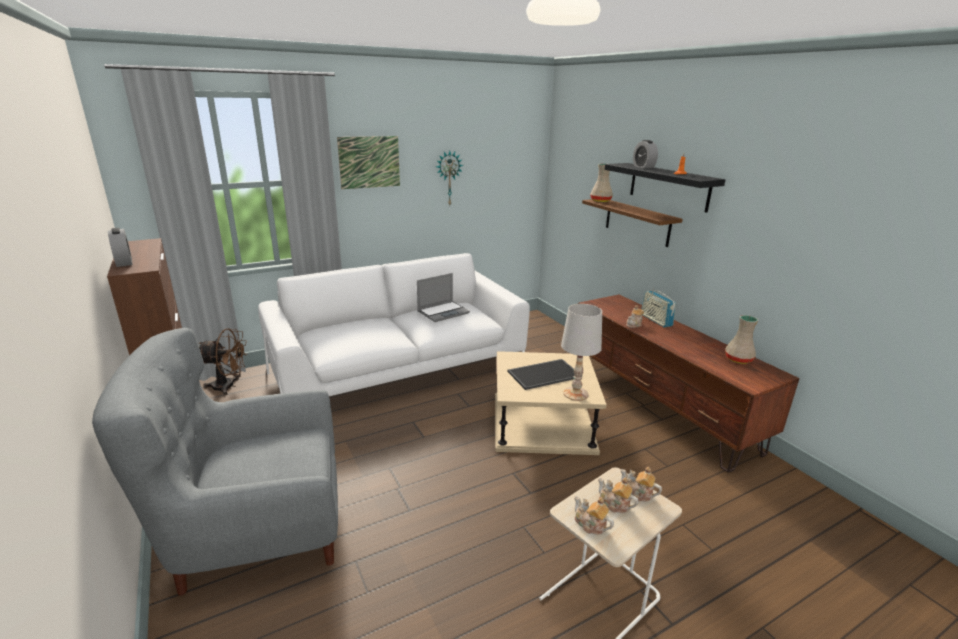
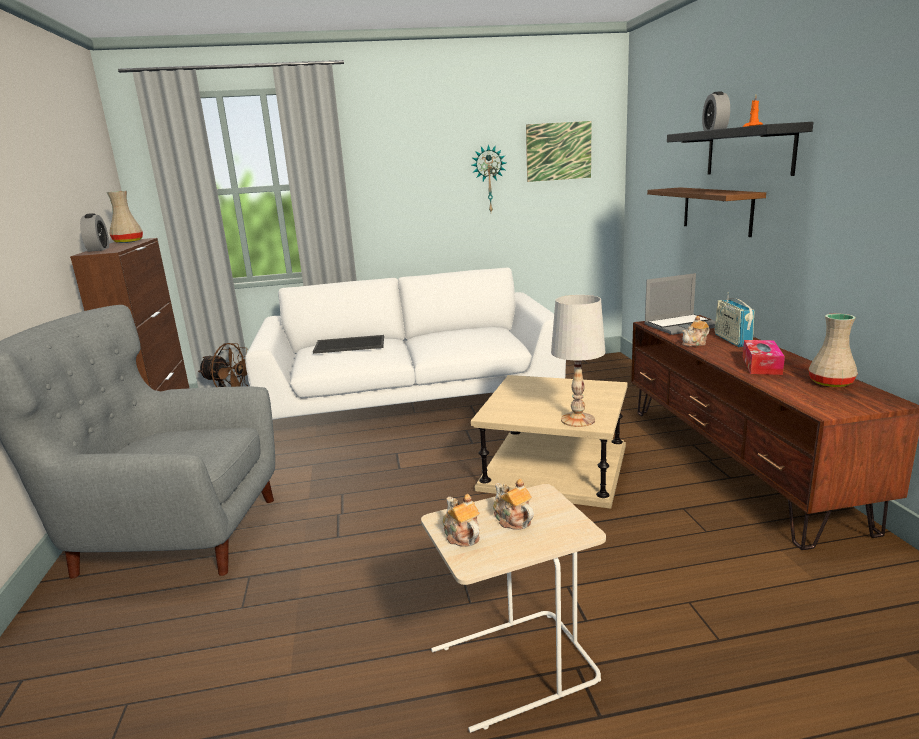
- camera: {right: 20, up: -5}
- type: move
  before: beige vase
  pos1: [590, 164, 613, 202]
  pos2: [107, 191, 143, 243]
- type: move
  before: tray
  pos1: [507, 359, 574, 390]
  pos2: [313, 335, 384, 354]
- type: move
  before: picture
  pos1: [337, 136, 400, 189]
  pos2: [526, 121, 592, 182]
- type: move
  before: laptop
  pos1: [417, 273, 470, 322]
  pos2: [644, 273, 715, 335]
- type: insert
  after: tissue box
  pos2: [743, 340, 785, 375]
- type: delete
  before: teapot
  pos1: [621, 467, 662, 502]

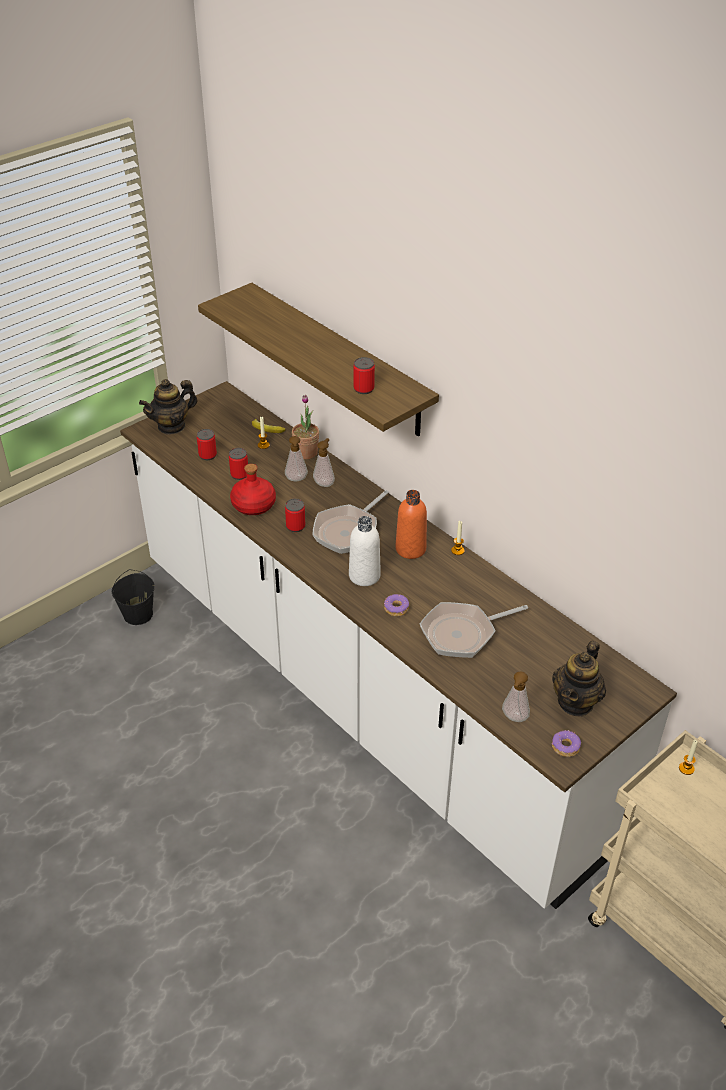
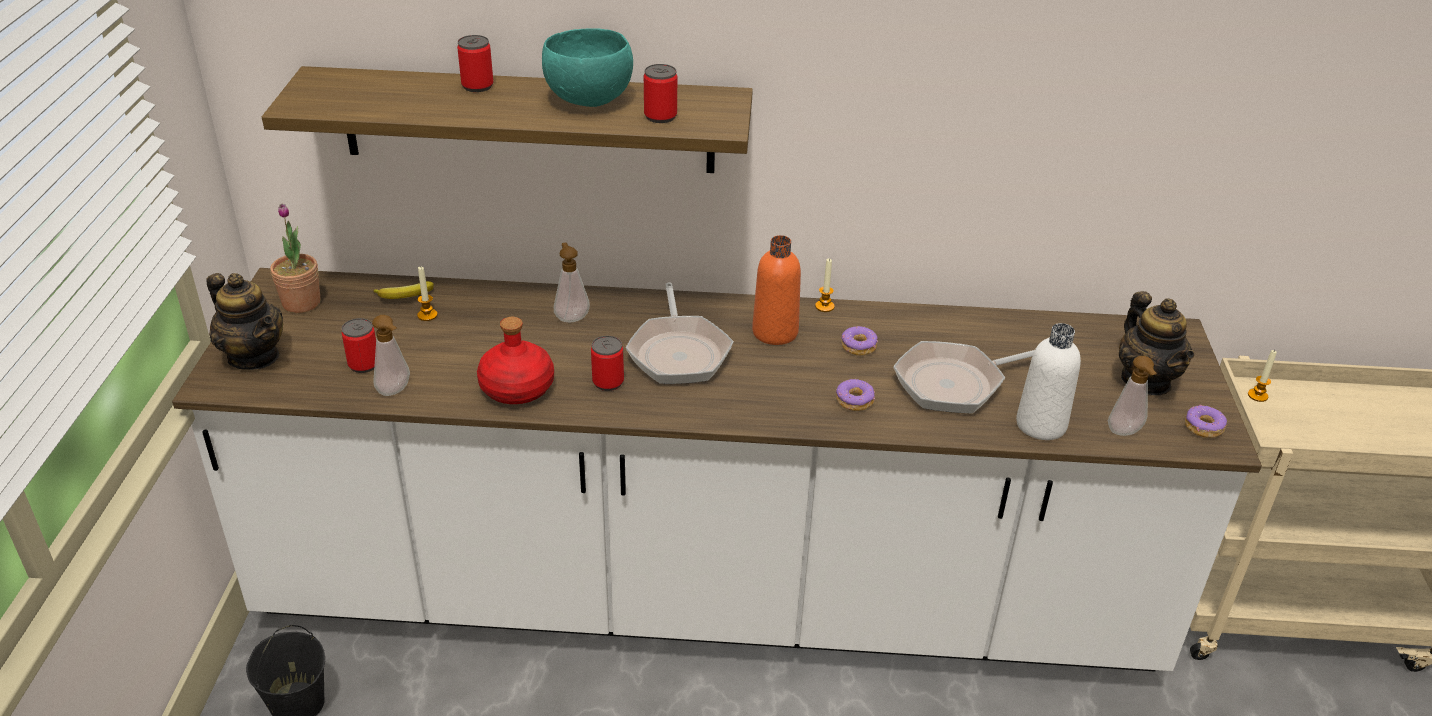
- camera: {right: -45, up: -5}
- type: rotate
  before: teapot
  pos1: [139, 379, 197, 435]
  pos2: [207, 273, 283, 370]
  turn: -60
- type: move
  before: potted plant
  pos1: [292, 395, 319, 459]
  pos2: [270, 204, 320, 313]
- type: move
  before: soap dispenser
  pos1: [285, 436, 308, 481]
  pos2: [372, 315, 410, 396]
- type: move
  before: can
  pos1: [229, 448, 248, 480]
  pos2: [457, 35, 493, 92]
- type: insert
  after: turquoise bowl
  pos2: [542, 28, 633, 107]
- type: insert
  after: donut
  pos2: [841, 326, 878, 355]
- type: rotate
  before: frying pan
  pos1: [420, 602, 528, 658]
  pos2: [893, 341, 1035, 414]
  turn: 45
- type: move
  before: white bottle
  pos1: [349, 516, 381, 586]
  pos2: [1016, 323, 1081, 440]

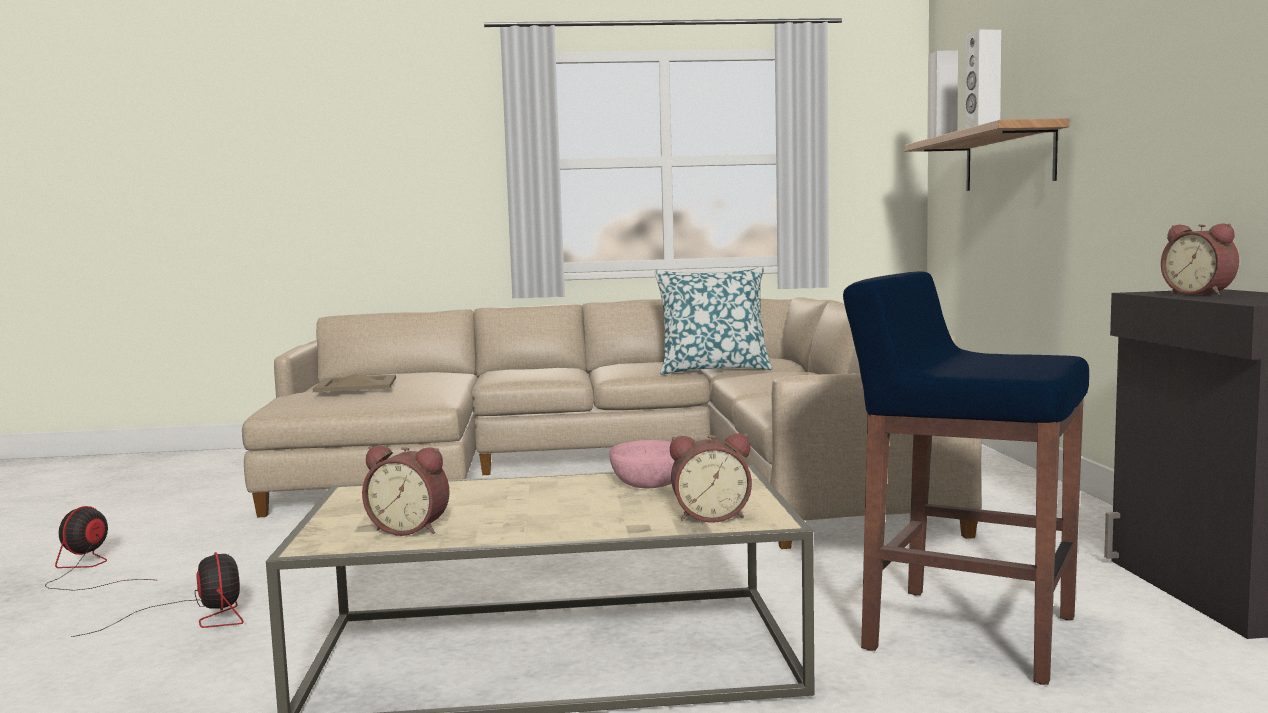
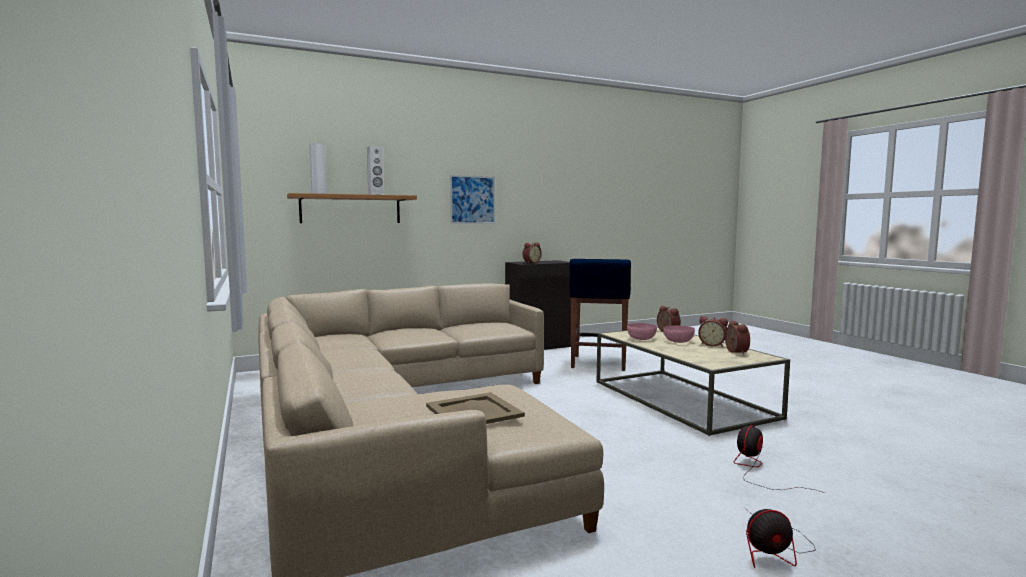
- camera: {right: -110, up: 0}
- type: insert
  after: picture
  pos2: [450, 175, 495, 224]
- type: insert
  after: pink bowl
  pos2: [663, 325, 695, 343]
- type: insert
  after: alarm clock
  pos2: [698, 316, 728, 347]
- type: delete
  before: pillow
  pos1: [655, 267, 772, 375]

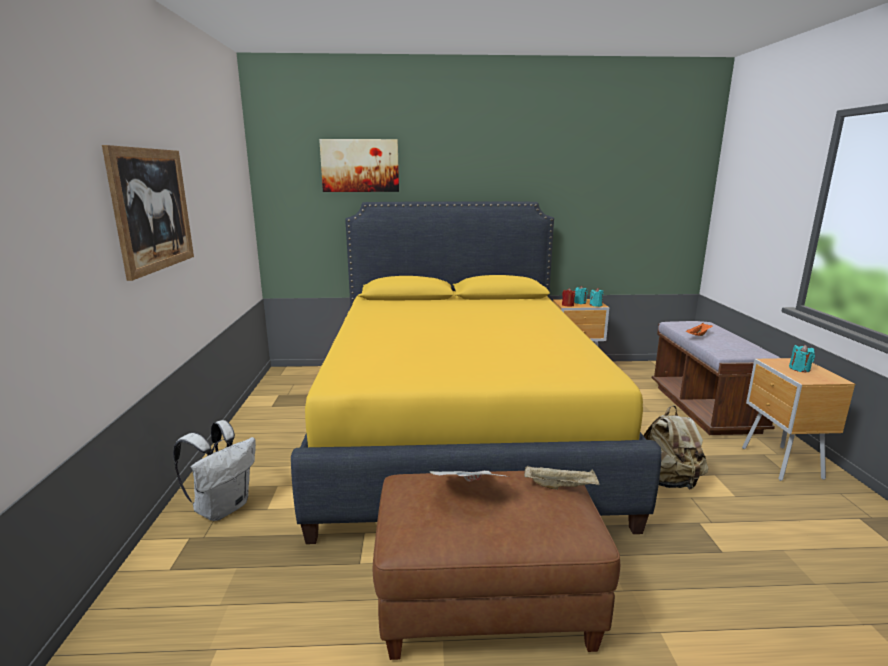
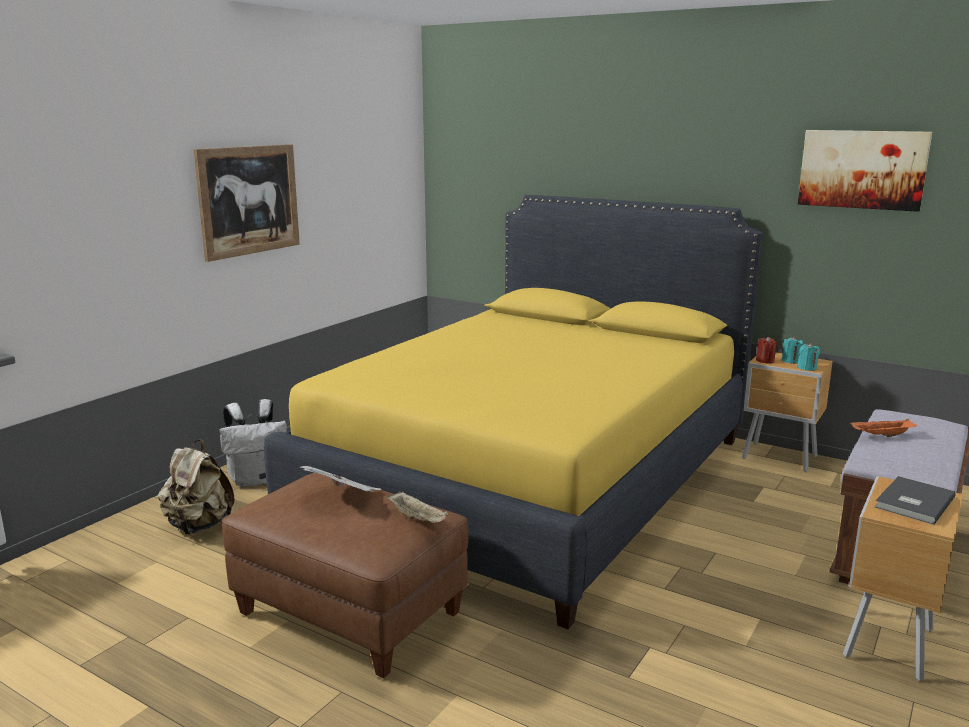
- camera: {right: 35, up: 0}
- type: move
  before: beige backpack
  pos1: [644, 405, 708, 490]
  pos2: [158, 440, 235, 534]
- type: move
  before: picture
  pos1: [319, 139, 399, 192]
  pos2: [798, 130, 932, 212]
- type: replace
  before: turquoise candle
  after: grey book
  pos1: [789, 345, 815, 372]
  pos2: [875, 476, 956, 525]

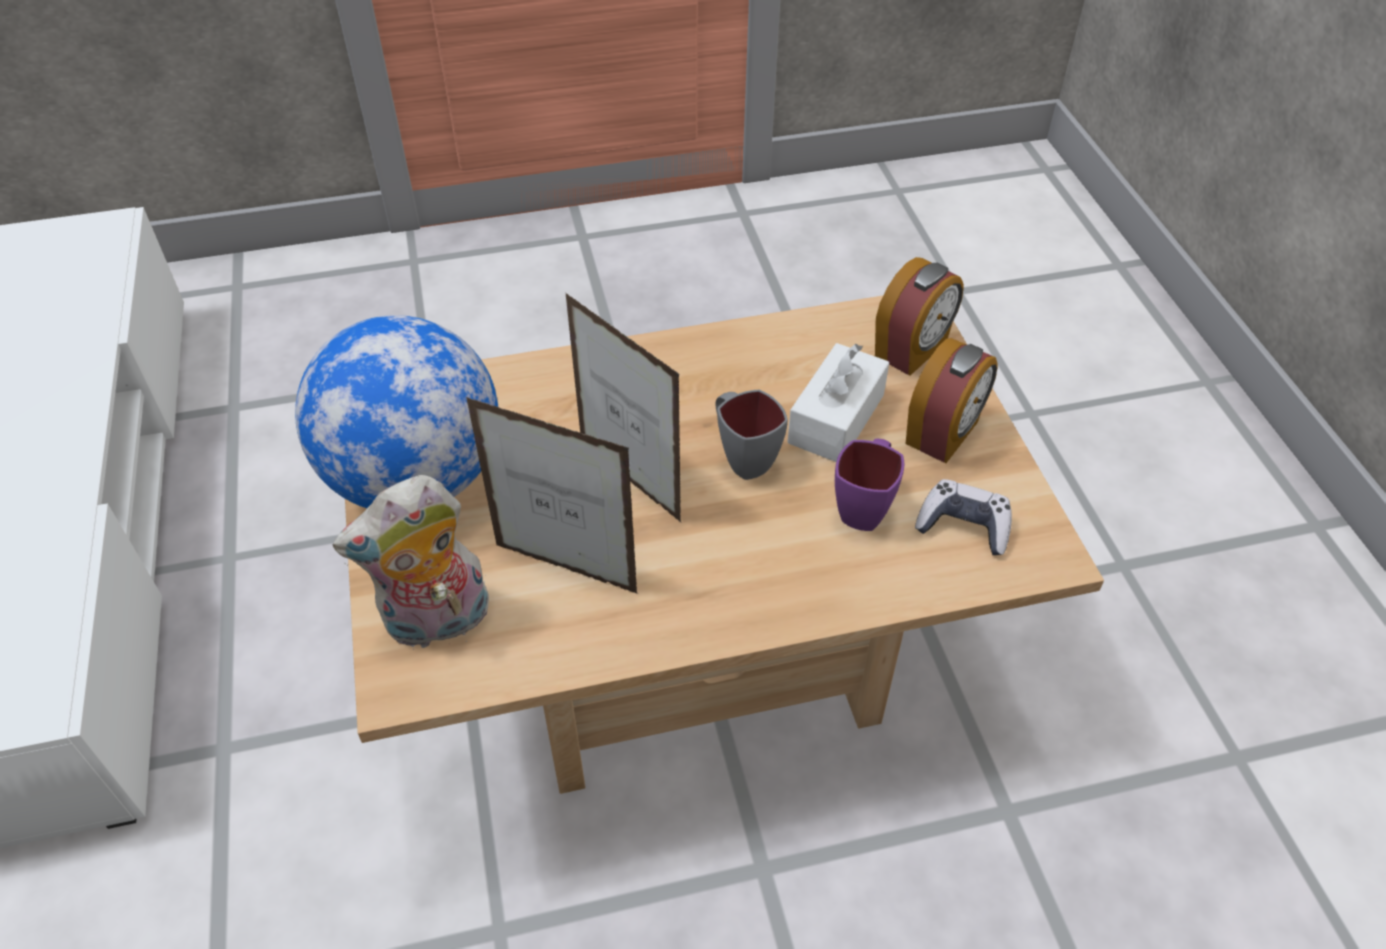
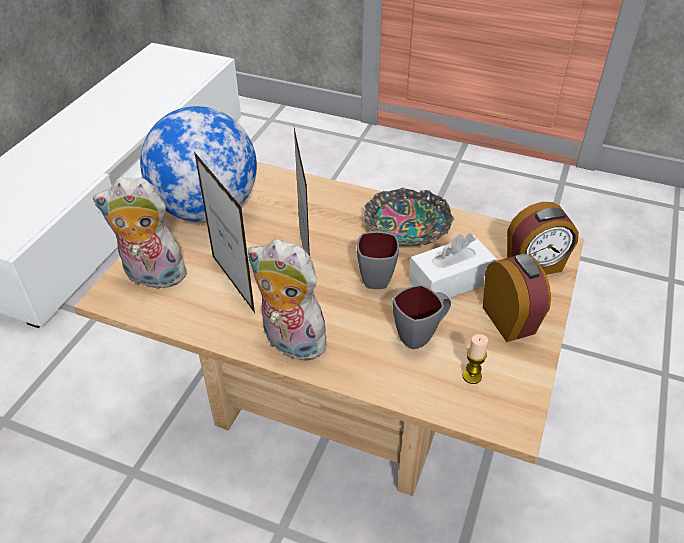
- camera: {right: 35, up: -5}
- type: insert
  after: plush toy
  pos2: [248, 239, 335, 360]
- type: insert
  after: bowl
  pos2: [364, 188, 454, 246]
- type: recolor
  before: purple mug
  after: grey mug
  pos1: [835, 438, 904, 531]
  pos2: [393, 285, 451, 349]
- type: replace
  before: game controller
  after: candle
  pos1: [915, 479, 1012, 555]
  pos2: [463, 334, 488, 384]
- type: rotate
  before: alarm clock
  pos1: [906, 338, 997, 463]
  pos2: [483, 254, 551, 342]
  turn: -90

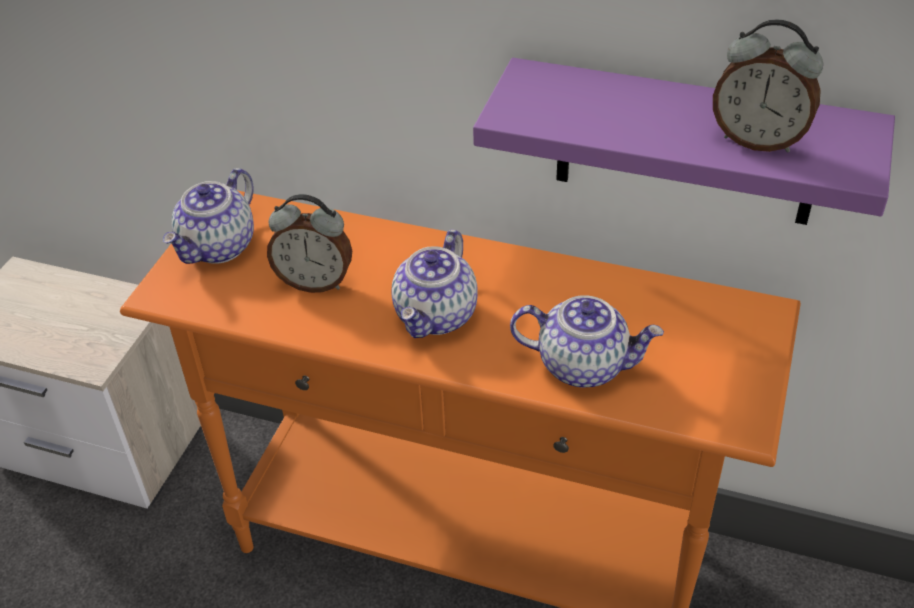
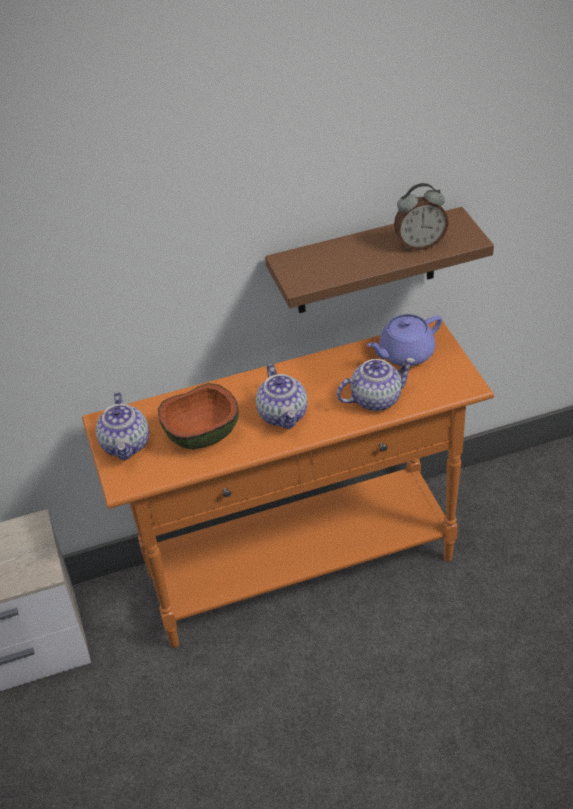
- camera: {right: -35, up: 0}
- type: replace
  before: alarm clock
  after: bowl
  pos1: [267, 194, 352, 293]
  pos2: [158, 383, 239, 449]
- type: recolor
  before: purple shelf
  after: brown shelf
  pos1: [473, 58, 895, 225]
  pos2: [265, 207, 494, 313]
- type: insert
  after: purple teapot
  pos2: [367, 314, 442, 366]

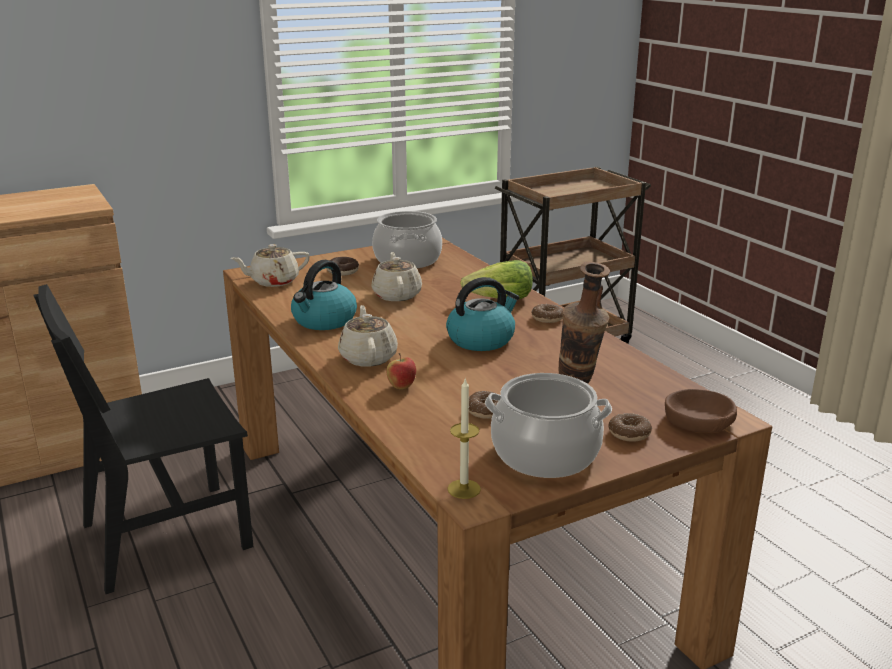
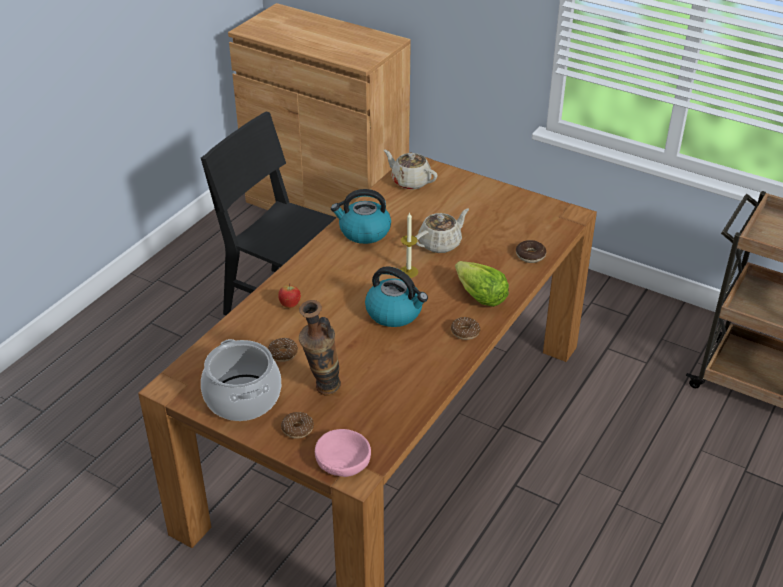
- camera: {right: 60, up: 15}
- type: recolor
  before: brown bowl
  after: pink bowl
  pos1: [665, 389, 737, 432]
  pos2: [315, 429, 371, 477]
- type: move
  before: candle
  pos1: [447, 379, 481, 499]
  pos2: [400, 212, 418, 278]
- type: move
  before: donut
  pos1: [327, 257, 359, 276]
  pos2: [516, 240, 546, 263]
- type: delete
  before: beige teapot
  pos1: [338, 305, 398, 367]
- type: delete
  before: cooking pot
  pos1: [372, 211, 442, 268]

